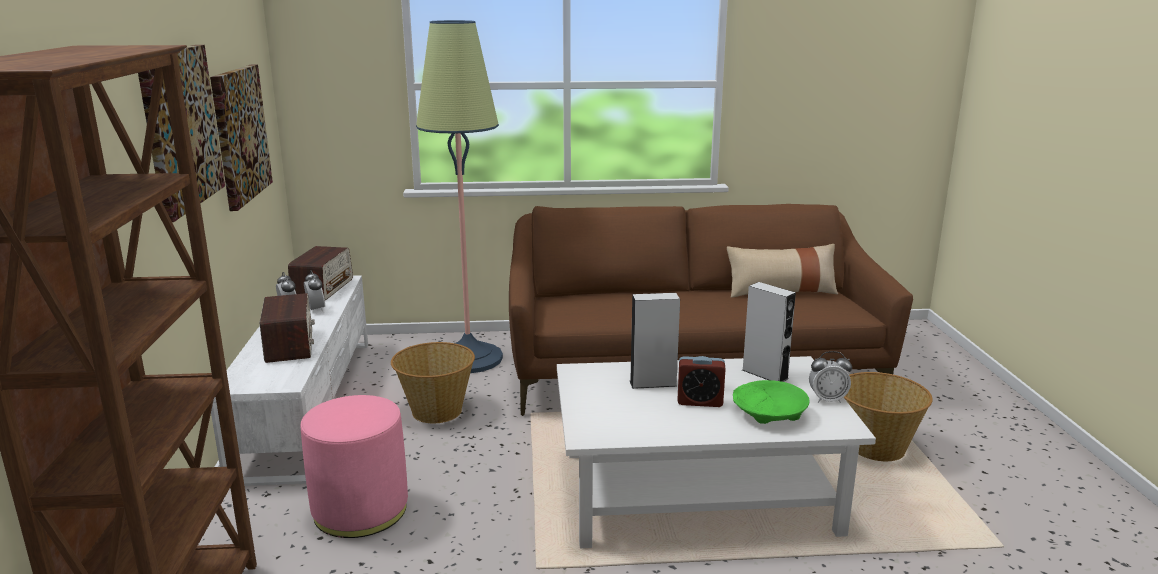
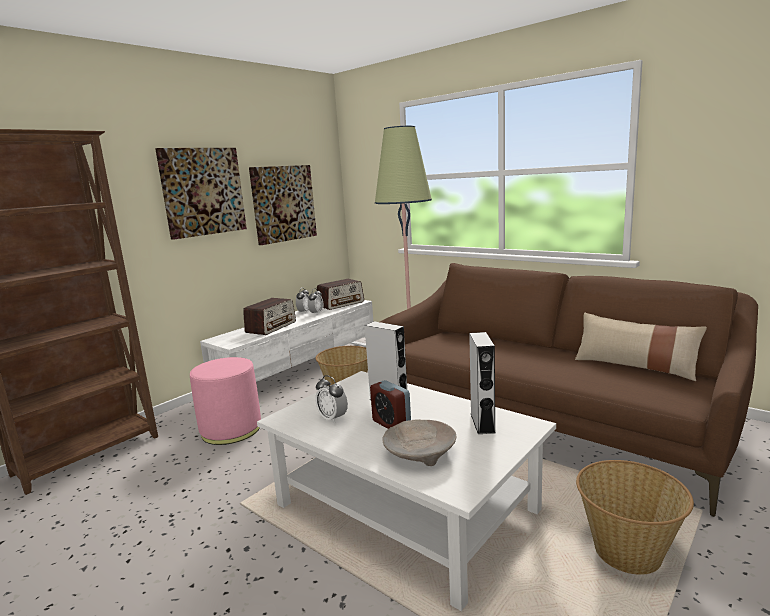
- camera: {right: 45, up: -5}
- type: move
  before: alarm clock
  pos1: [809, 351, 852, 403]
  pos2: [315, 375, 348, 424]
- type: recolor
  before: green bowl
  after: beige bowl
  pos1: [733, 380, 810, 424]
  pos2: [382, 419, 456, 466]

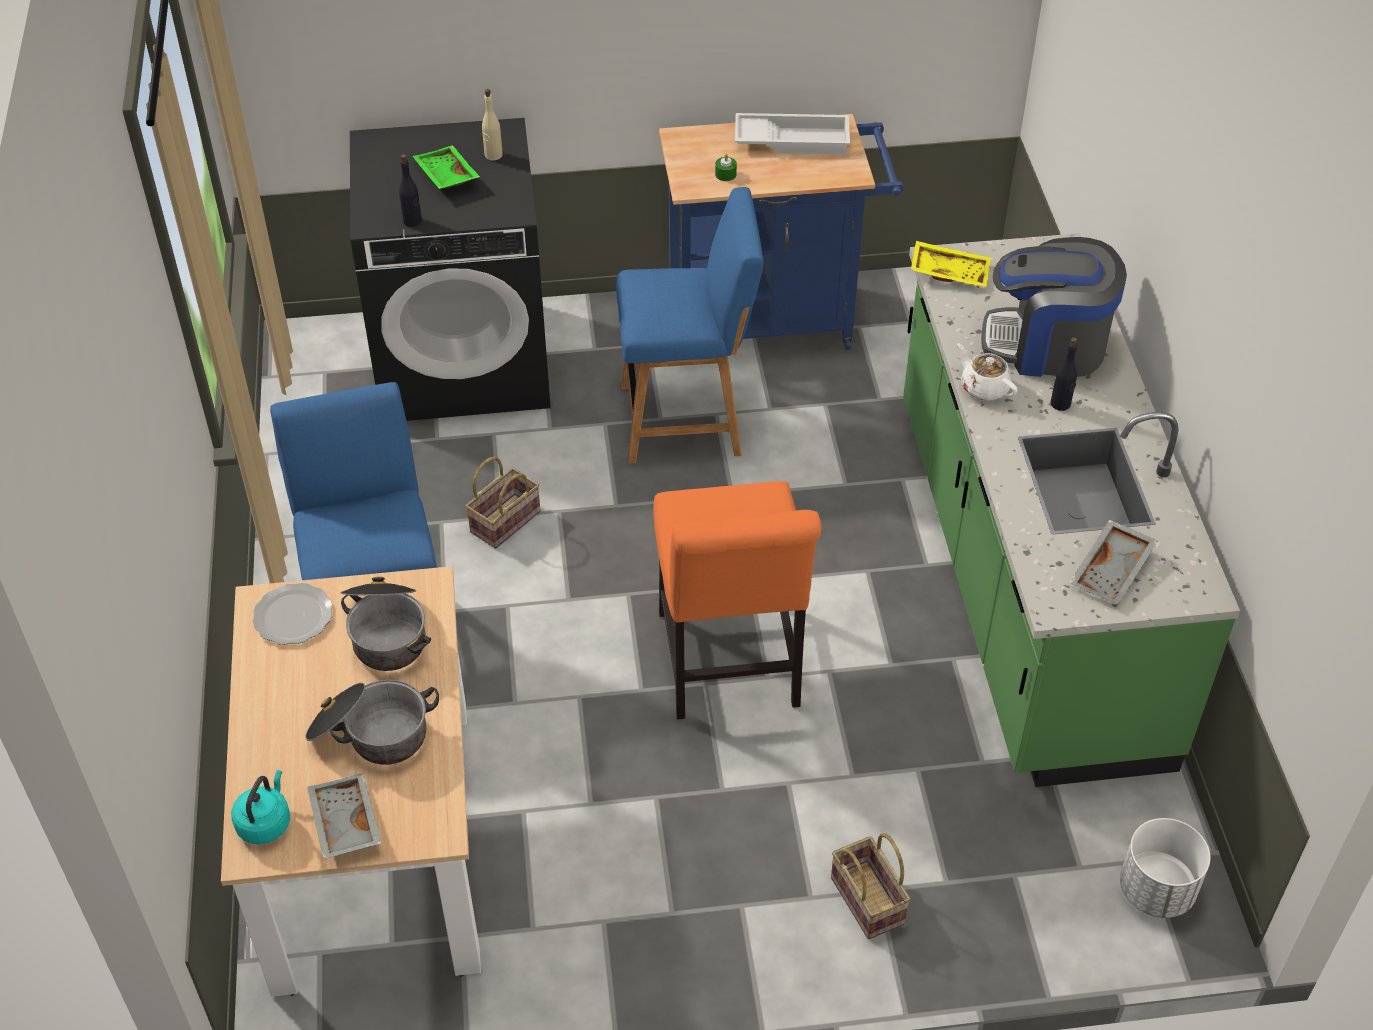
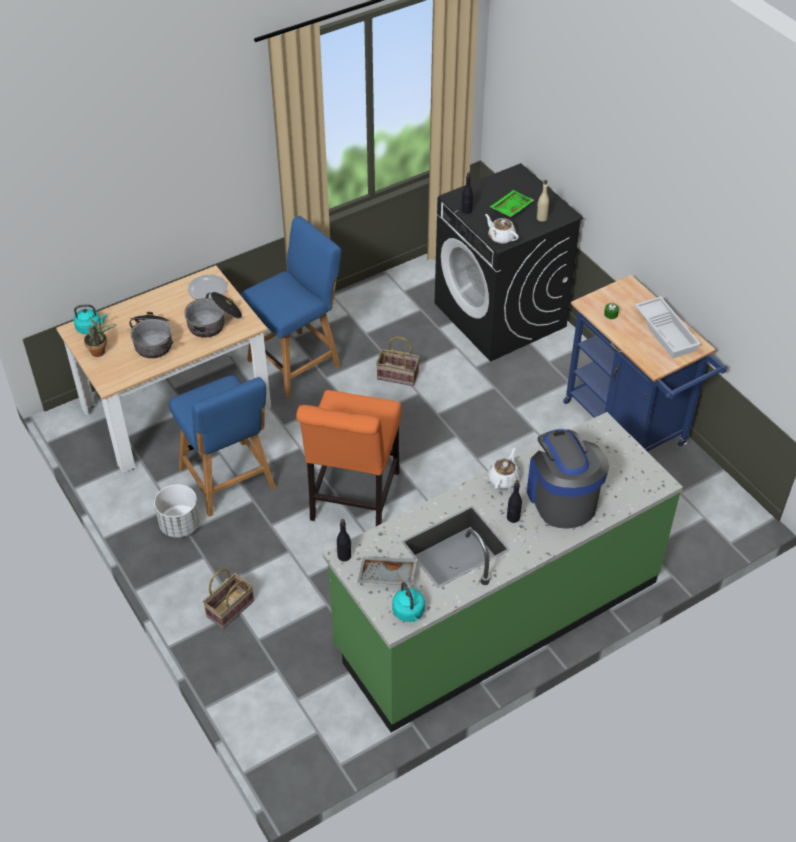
- camera: {right: 65, up: 0}
- type: replace
  before: grey tray
  after: potted plant
  pos1: [307, 773, 382, 859]
  pos2: [84, 317, 117, 357]
- type: move
  before: white planter
  pos1: [1120, 818, 1210, 918]
  pos2: [154, 484, 200, 538]
- type: move
  before: blue chair
  pos1: [616, 187, 763, 463]
  pos2: [169, 375, 276, 517]
- type: rotate
  before: orange chair
  pos1: [653, 481, 822, 719]
  pos2: [296, 390, 402, 526]
  turn: -45
- type: insert
  after: black bottle
  pos2: [337, 519, 351, 562]
- type: insert
  after: turquoise kettle
  pos2: [392, 582, 425, 622]
- type: insert
  after: white teapot
  pos2: [485, 214, 519, 244]
- type: delete
  before: yellow tray
  pos1: [911, 241, 991, 288]

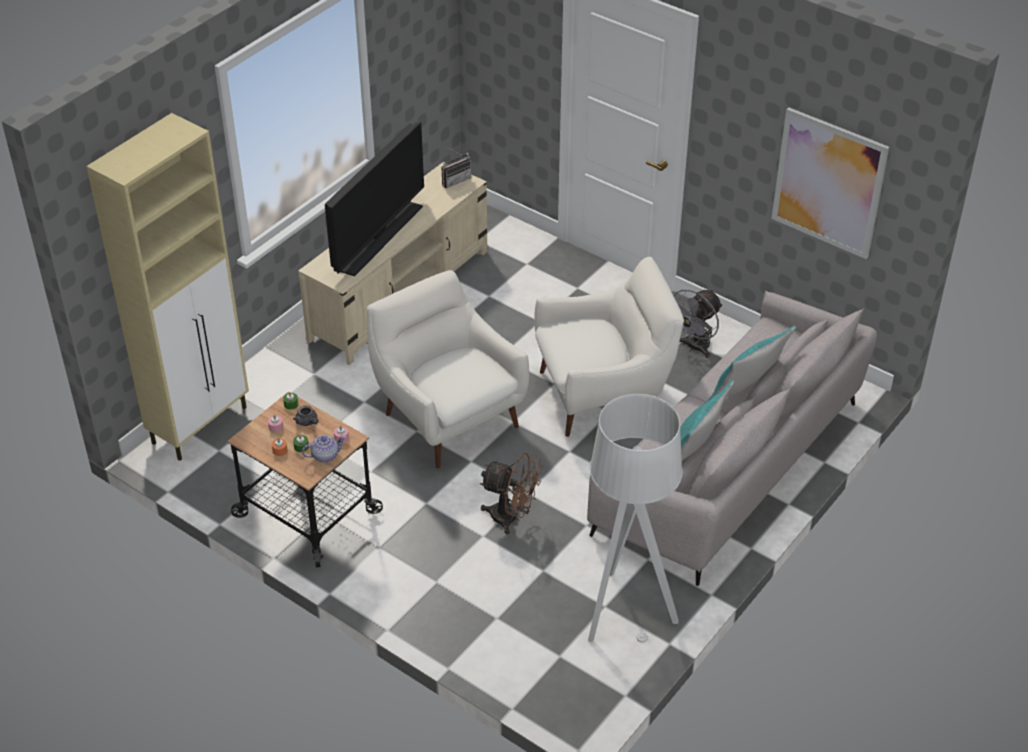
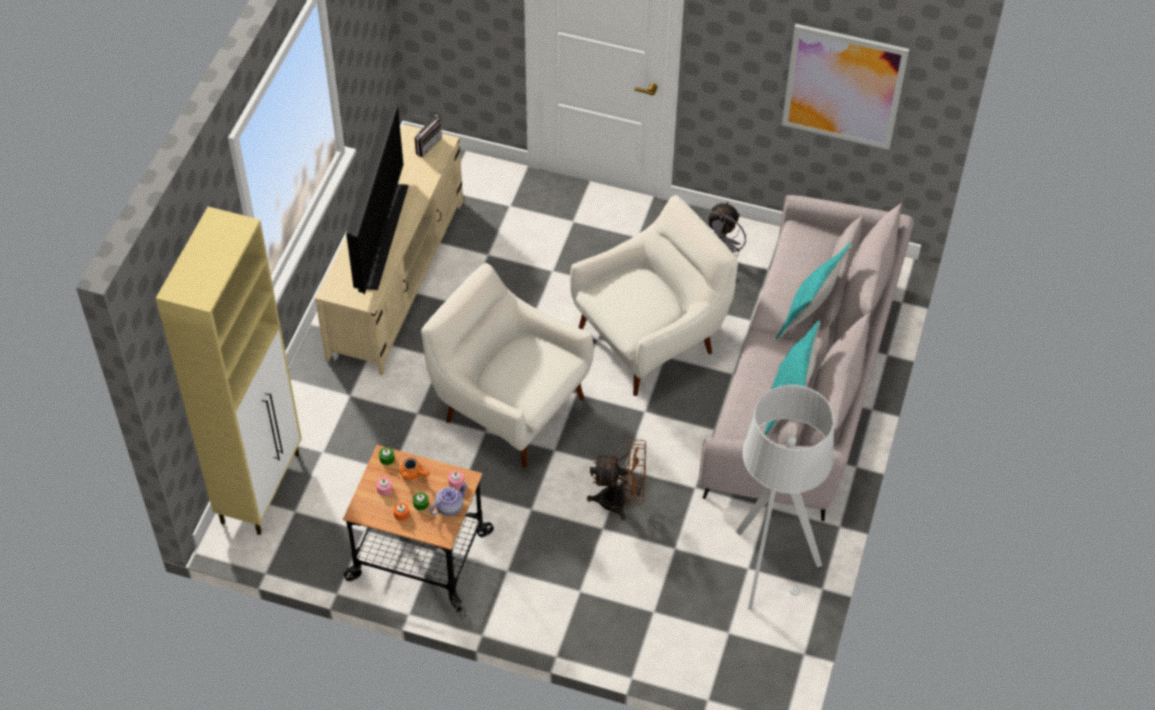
- camera: {right: -20, up: 10}
- type: recolor
  before: grey teapot
  after: orange teapot
  pos1: [293, 406, 318, 426]
  pos2: [400, 458, 430, 480]

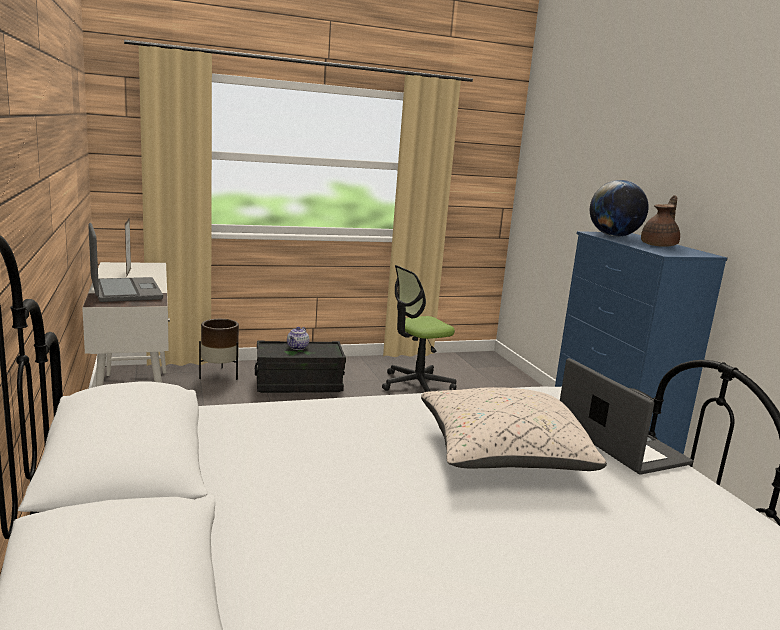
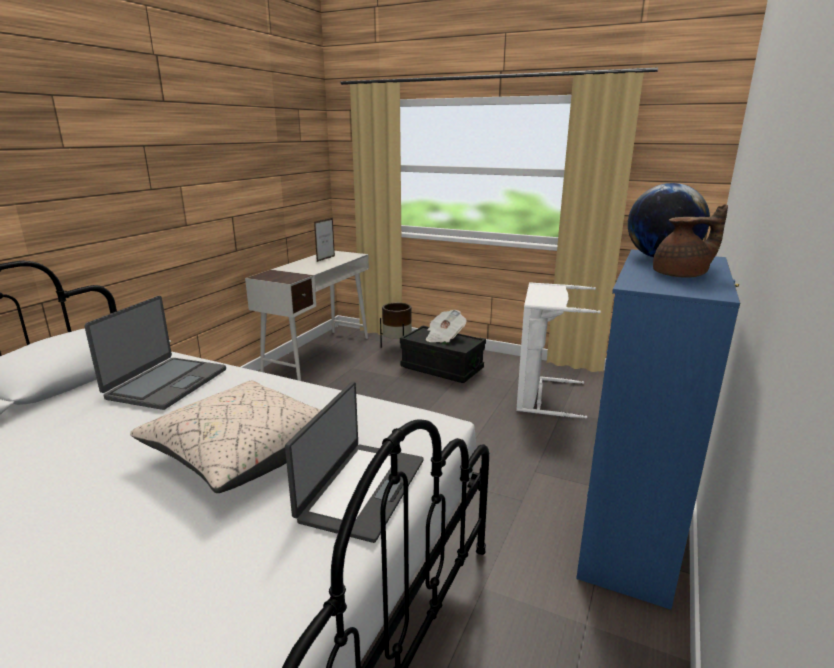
- camera: {right: 45, up: 5}
- type: move
  before: laptop
  pos1: [88, 223, 163, 302]
  pos2: [85, 296, 226, 410]
- type: replace
  before: teapot
  after: newspaper
  pos1: [287, 327, 309, 350]
  pos2: [426, 310, 466, 343]
- type: replace
  before: office chair
  after: white laundry basket
  pos1: [382, 265, 457, 392]
  pos2: [516, 282, 601, 419]

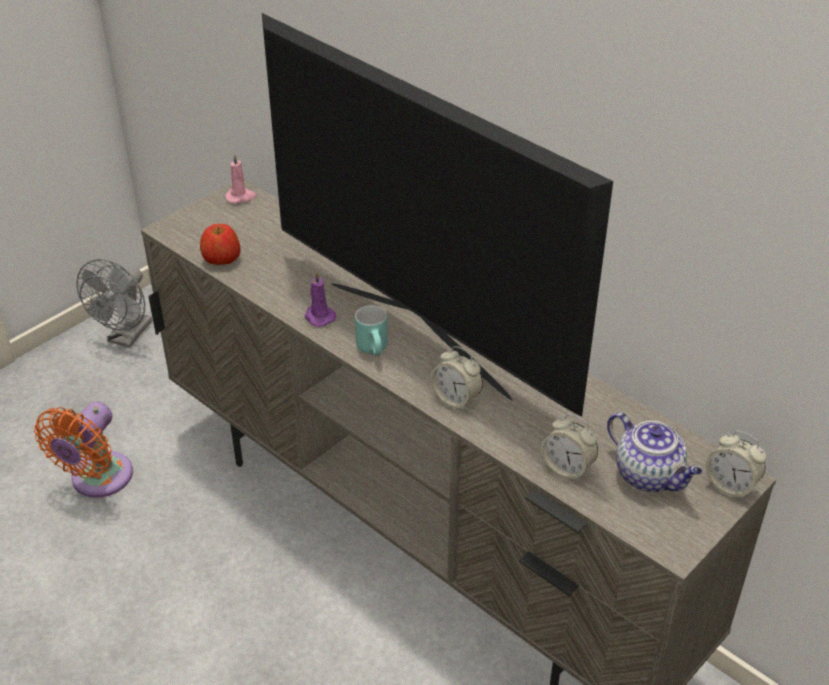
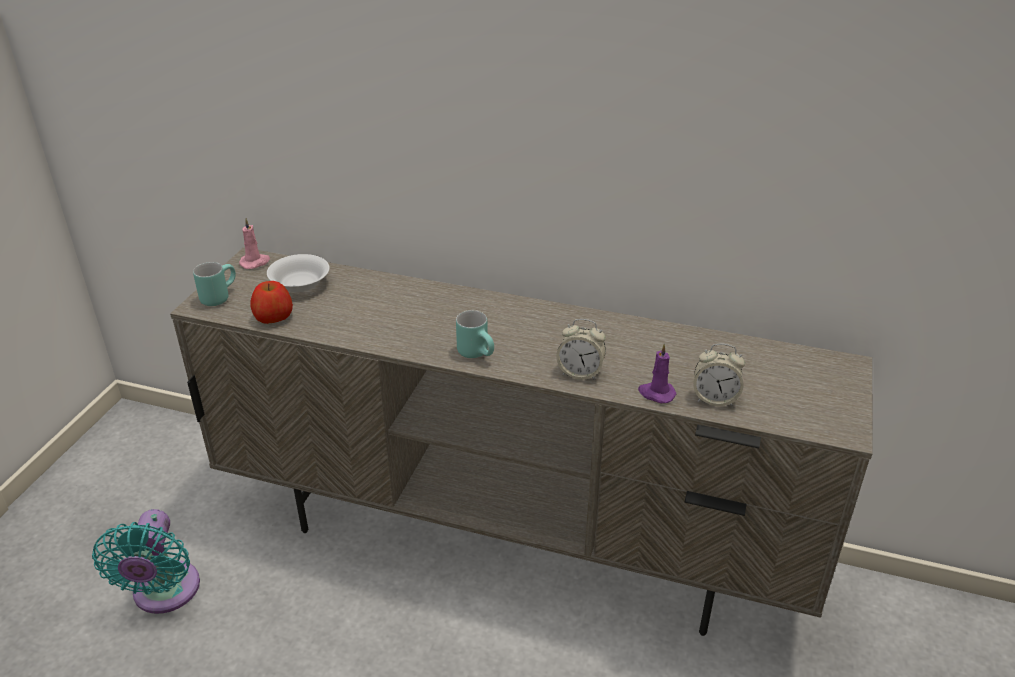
- camera: {right: -25, up: -5}
- type: recolor
  before: orange fan
  after: turquoise fan
  pos1: [34, 401, 133, 498]
  pos2: [92, 509, 200, 614]
- type: insert
  after: turquoise mug
  pos2: [193, 262, 236, 306]
- type: insert
  after: white bowl
  pos2: [267, 254, 330, 292]
- type: move
  before: purple candle
  pos1: [304, 271, 336, 327]
  pos2: [638, 344, 676, 403]
- type: delete
  before: grey fan
  pos1: [76, 259, 152, 347]
- type: delete
  before: television
  pos1: [262, 13, 613, 416]
- type: delete
  before: teapot
  pos1: [607, 412, 702, 492]
- type: delete
  before: alarm clock
  pos1: [706, 431, 767, 500]

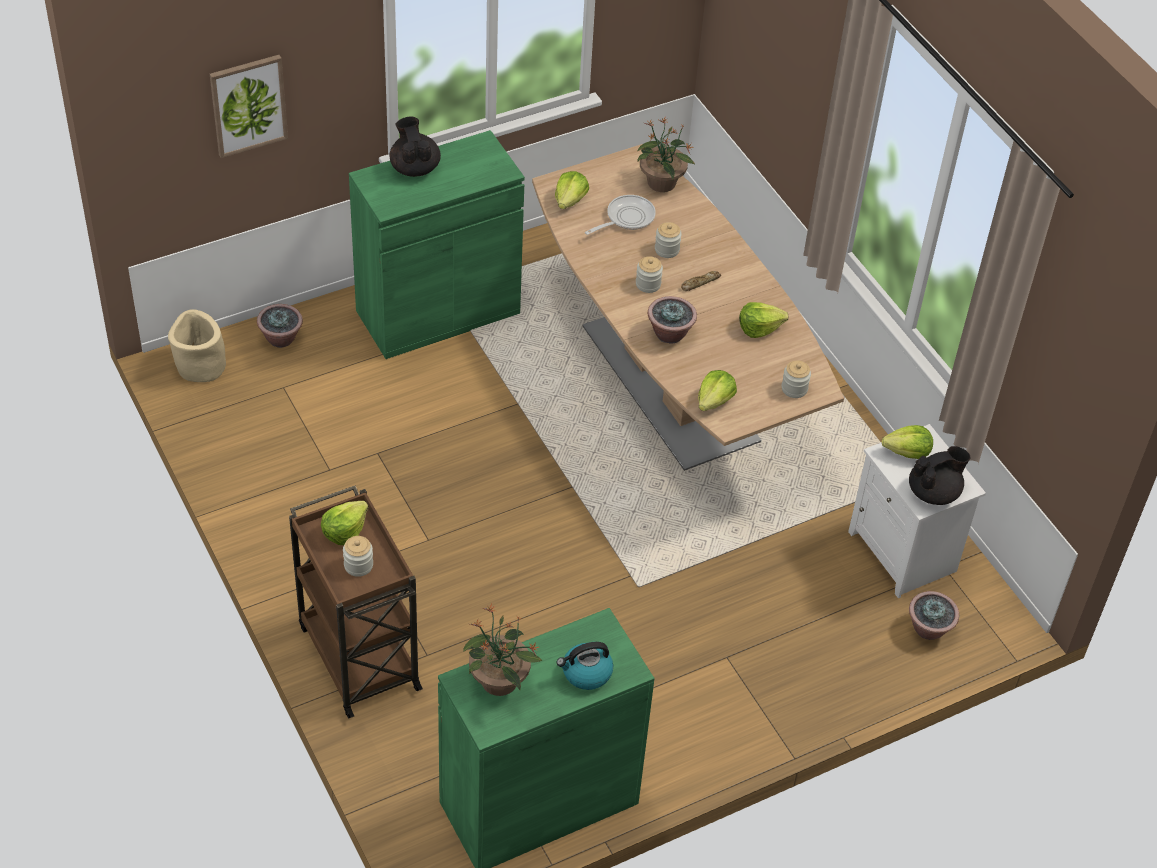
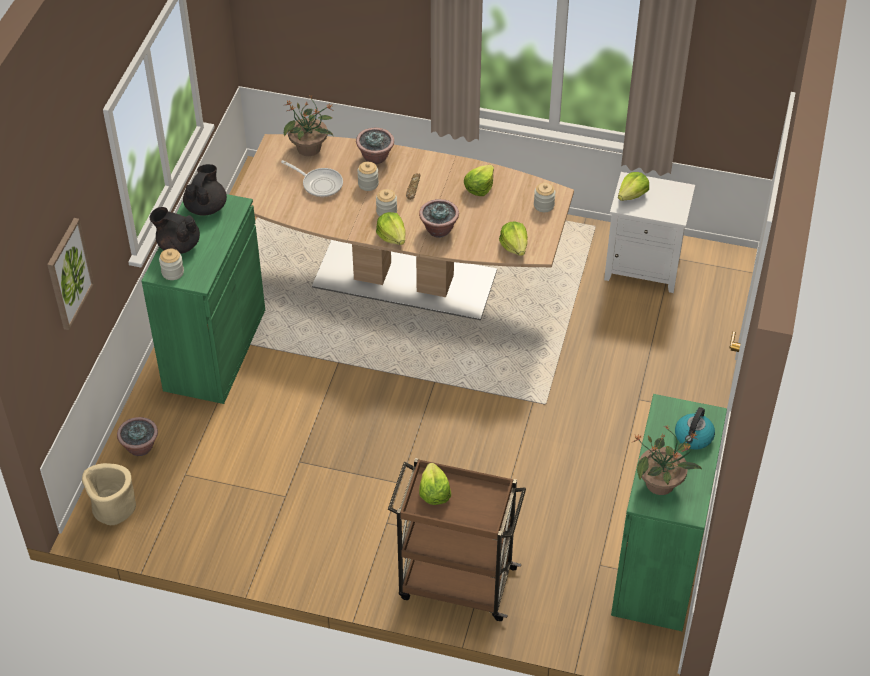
- camera: {right: -45, up: 0}
- type: move
  before: jar
  pos1: [343, 536, 373, 577]
  pos2: [159, 249, 184, 280]
- type: move
  before: black teapot
  pos1: [909, 446, 971, 505]
  pos2: [183, 164, 227, 216]
- type: rotate
  before: frying pan
  pos1: [585, 195, 656, 235]
  pos2: [281, 160, 343, 197]
  turn: 120
- type: move
  before: potted plant
  pos1: [909, 591, 959, 640]
  pos2: [356, 128, 394, 165]
- type: move
  before: lettuce
  pos1: [555, 171, 589, 209]
  pos2: [376, 212, 406, 245]

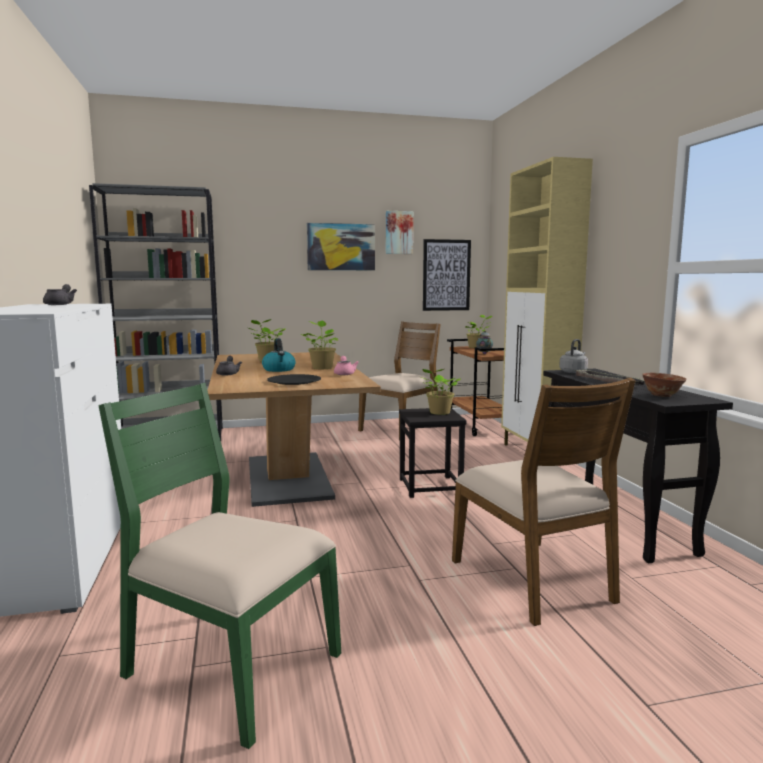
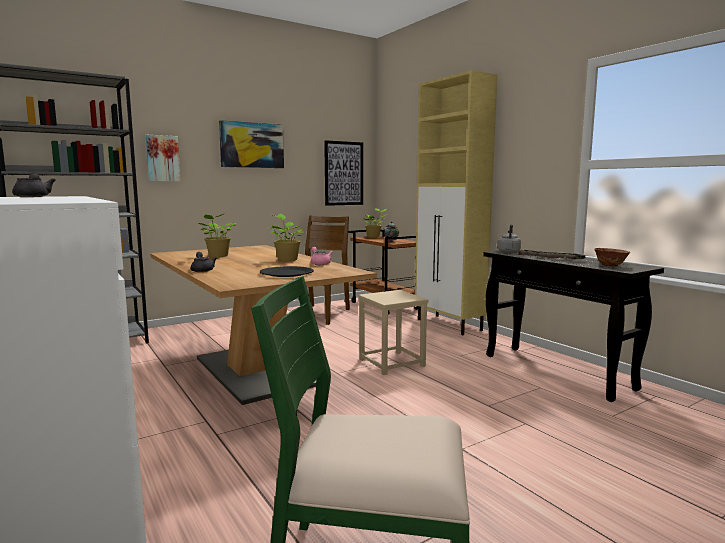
- camera: {right: -20, up: 0}
- type: move
  before: picture
  pos1: [386, 211, 413, 254]
  pos2: [146, 135, 181, 181]
- type: recolor
  before: black stool
  after: beige stool
  pos1: [399, 408, 466, 498]
  pos2: [358, 290, 428, 375]
- type: delete
  before: kettle
  pos1: [262, 338, 295, 372]
- type: delete
  before: potted plant
  pos1: [421, 369, 461, 415]
- type: delete
  before: brown chair
  pos1: [452, 378, 636, 626]

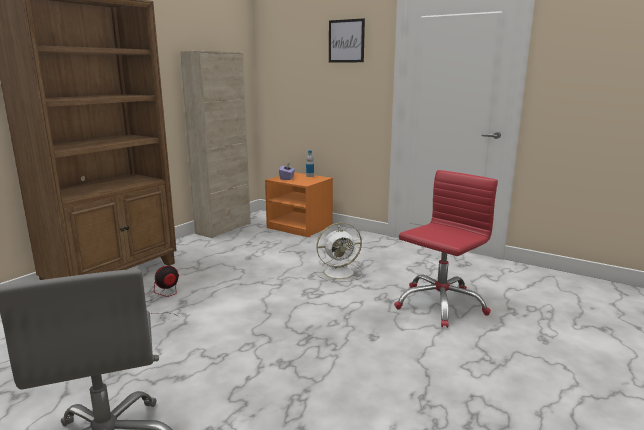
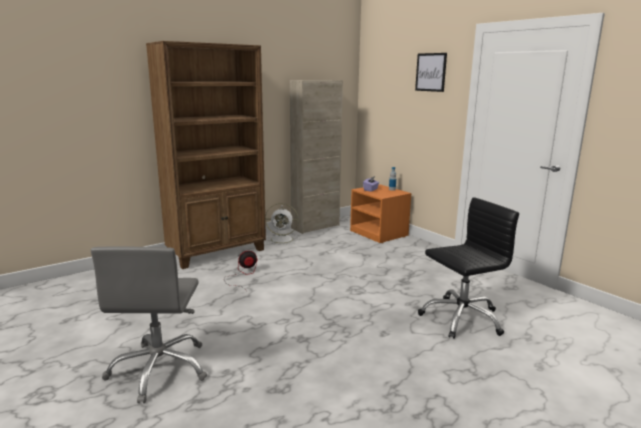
- camera: {right: 20, up: 0}
- type: move
  before: white fan
  pos1: [314, 222, 363, 282]
  pos2: [265, 203, 299, 245]
- type: recolor
  before: red office chair
  after: black office chair
  pos1: [394, 170, 498, 328]
  pos2: [418, 197, 519, 339]

